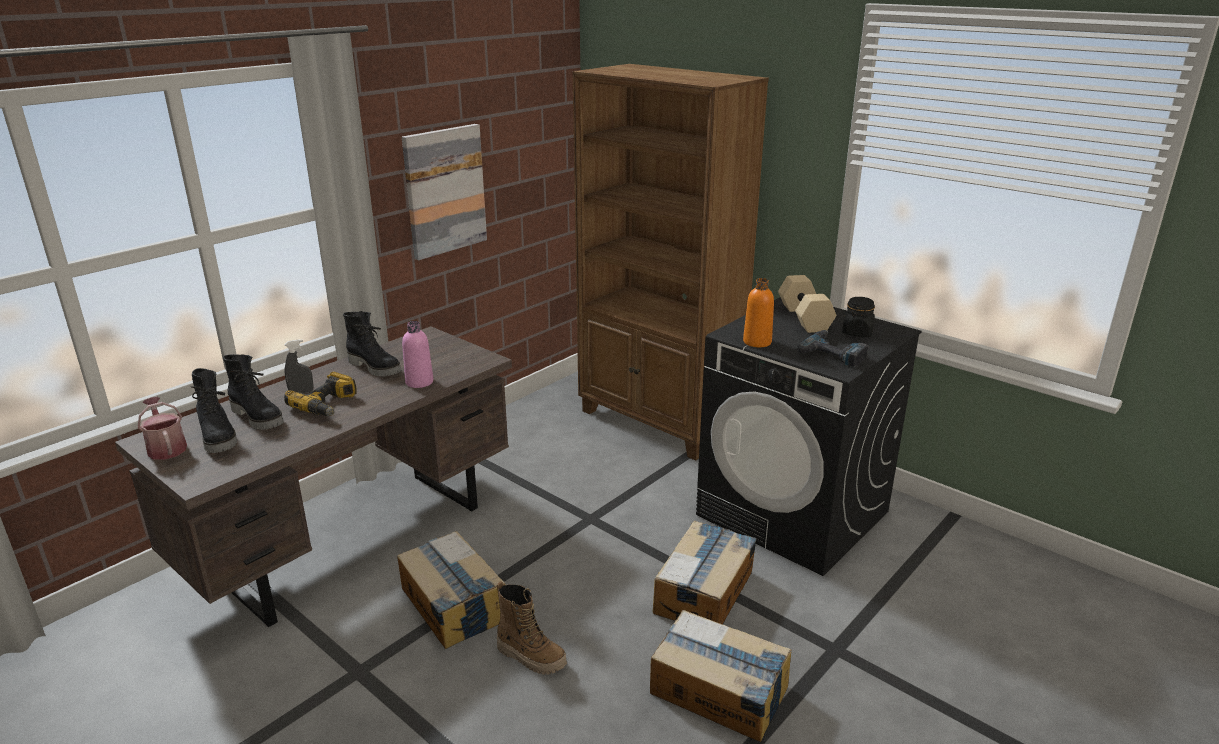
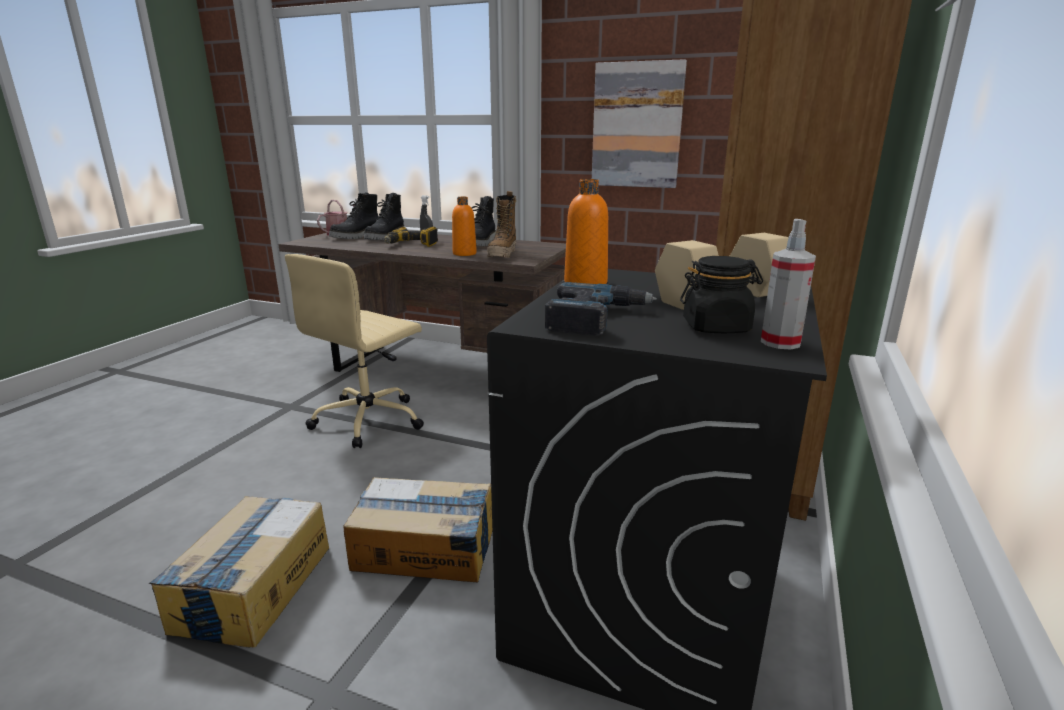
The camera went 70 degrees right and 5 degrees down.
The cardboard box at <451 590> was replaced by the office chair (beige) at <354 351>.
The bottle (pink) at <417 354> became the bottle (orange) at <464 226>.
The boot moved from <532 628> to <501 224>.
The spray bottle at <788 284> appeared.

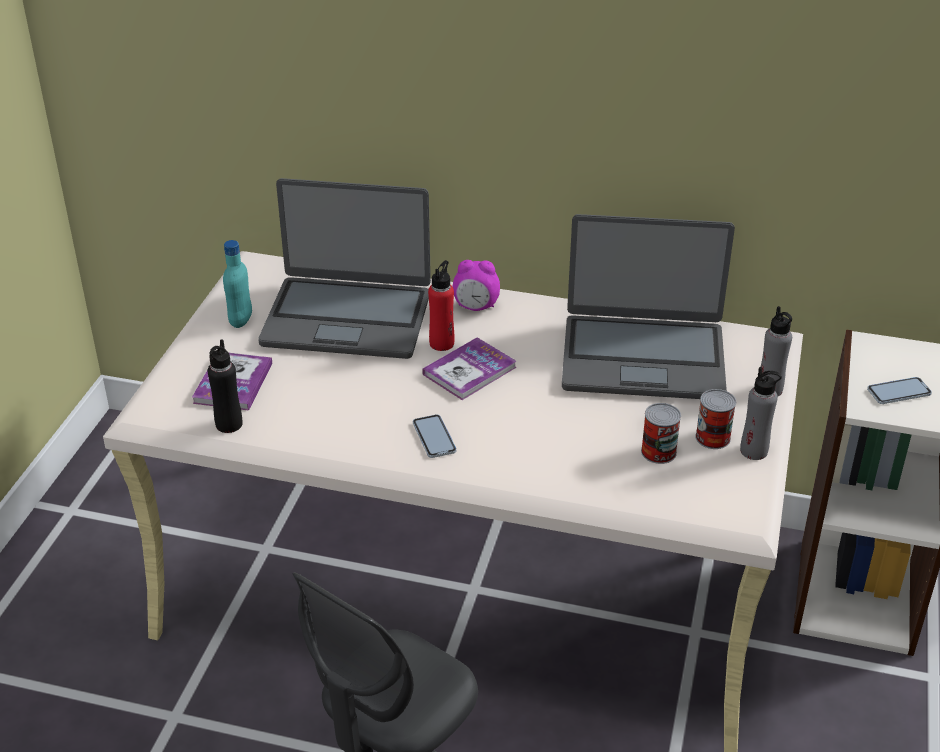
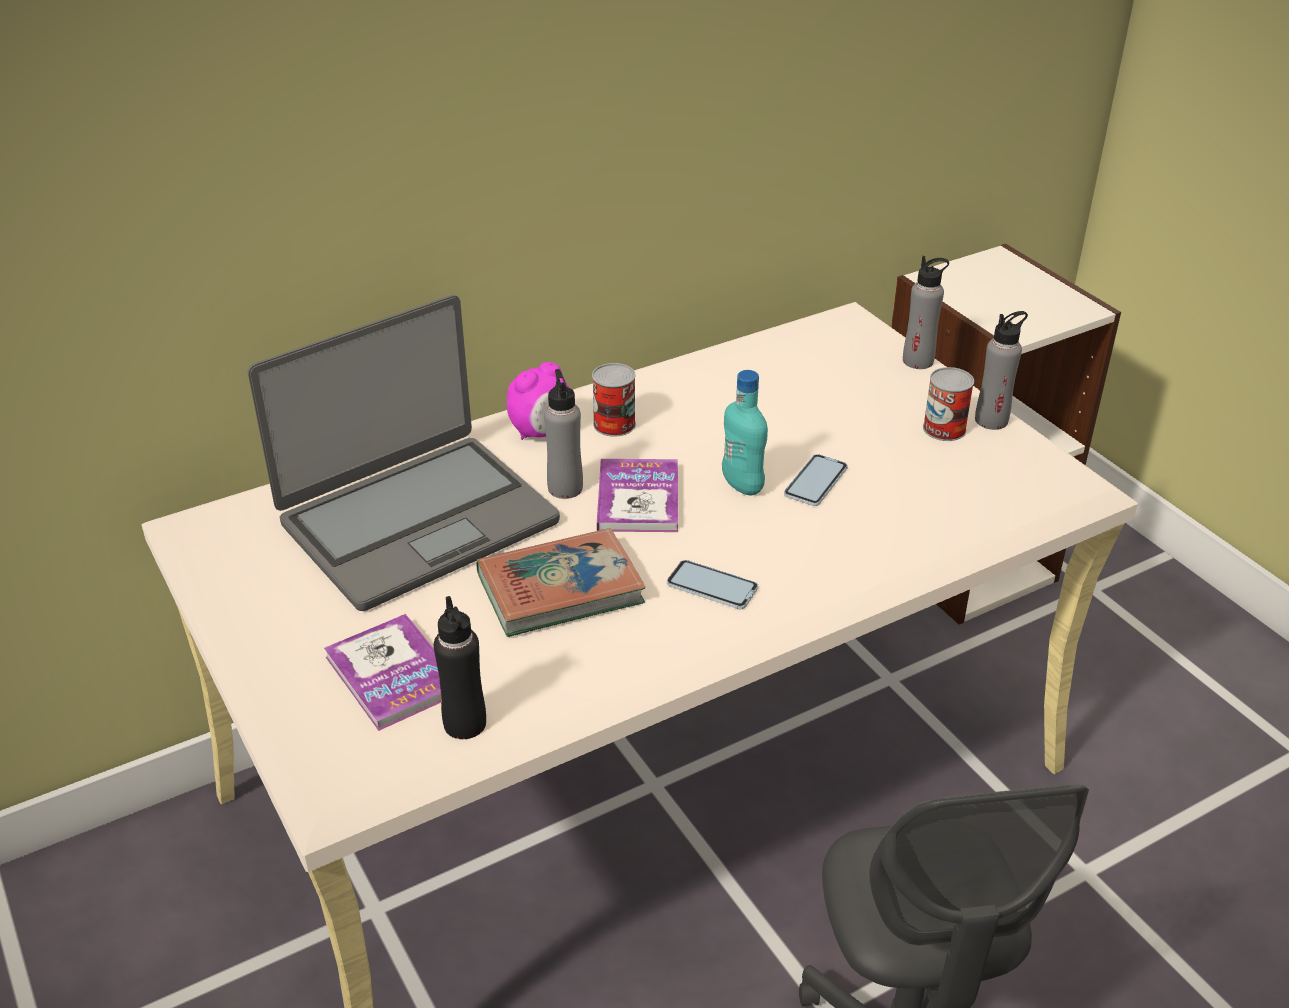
The camera went 45 degrees left and 0 degrees up.
The book at <560 582> appeared.
The bottle (red) at <441 305> became the bottle (grey) at <563 434>.
The can moved from <661 433> to <614 400>.
The bottle (turquoise) moved from <237 284> to <745 433>.
The phone moved from <899 390> to <816 480>.
The laptop at <648 306> disappeared.

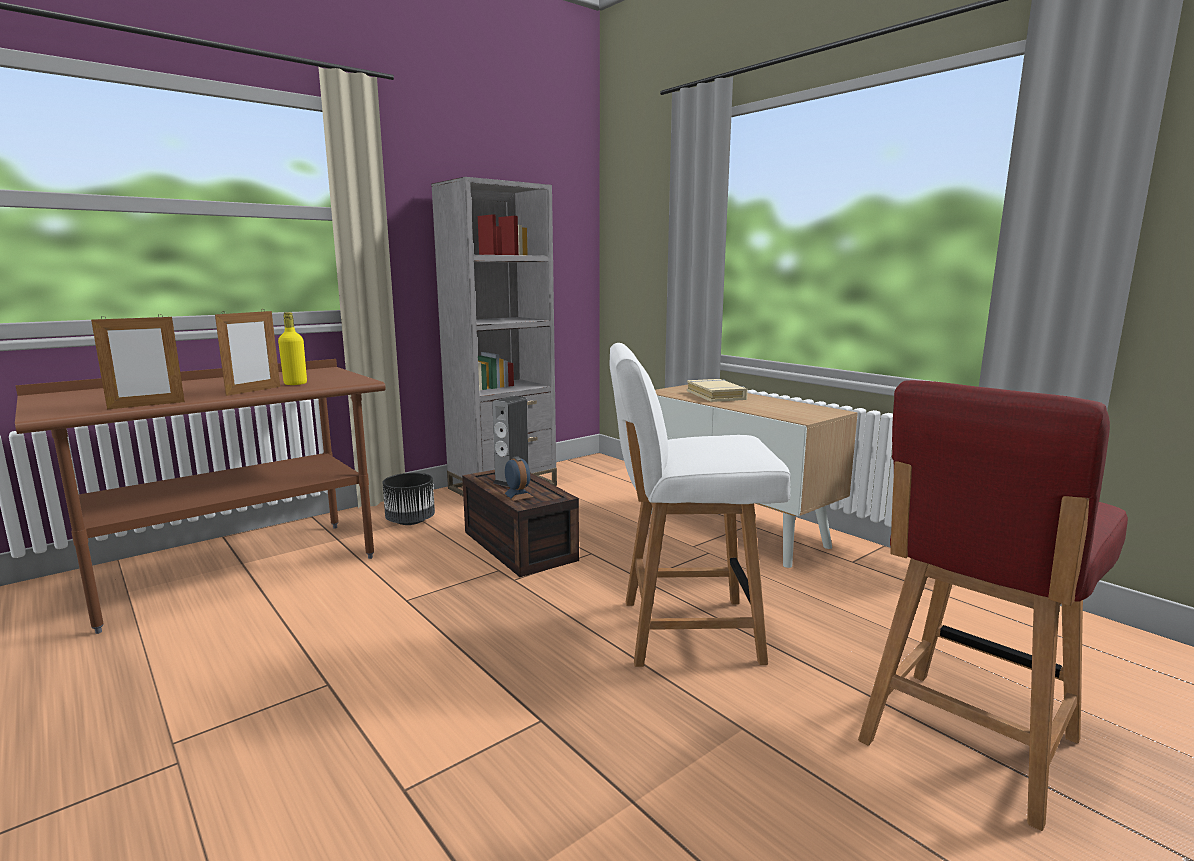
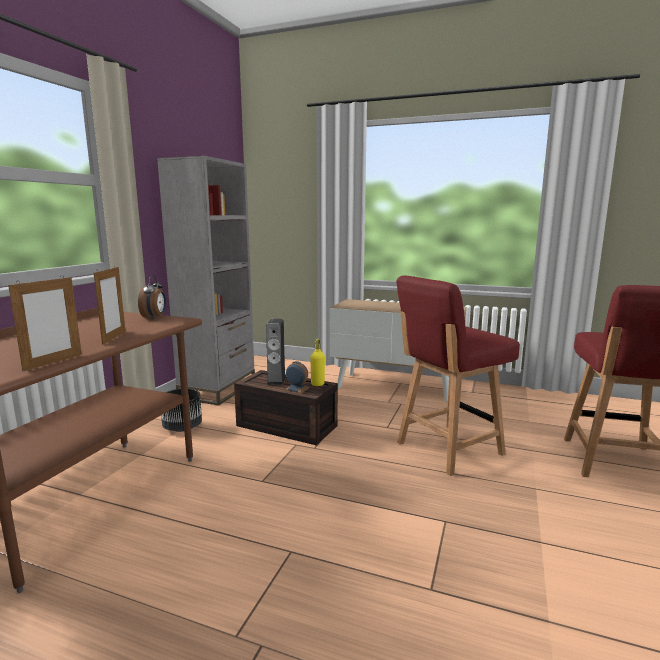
The camera went 30 degrees left and 0 degrees up.
The alarm clock at <152 297> appeared.
The bottle (yellow) moved from <292 348> to <317 362>.
The chair (white) at <700 505> became the chair (red) at <458 376>.
The book (beige) at <717 390> disappeared.

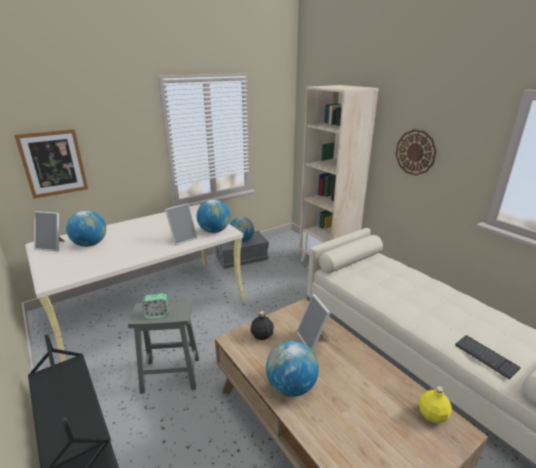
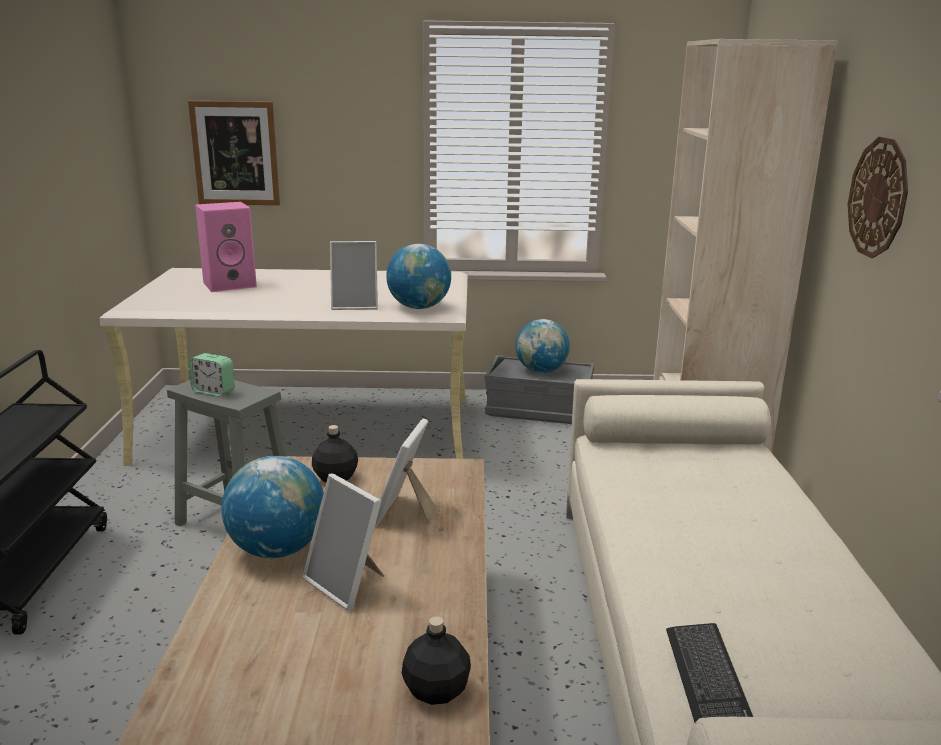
The camera went 35 degrees right and 5 degrees down.
The globe at <86 229> was replaced by the speaker (pink) at <226 247>.
The picture frame moved from <49 231> to <343 542>.
The bottle (yellow) at <435 404> became the bottle (black) at <436 661>.

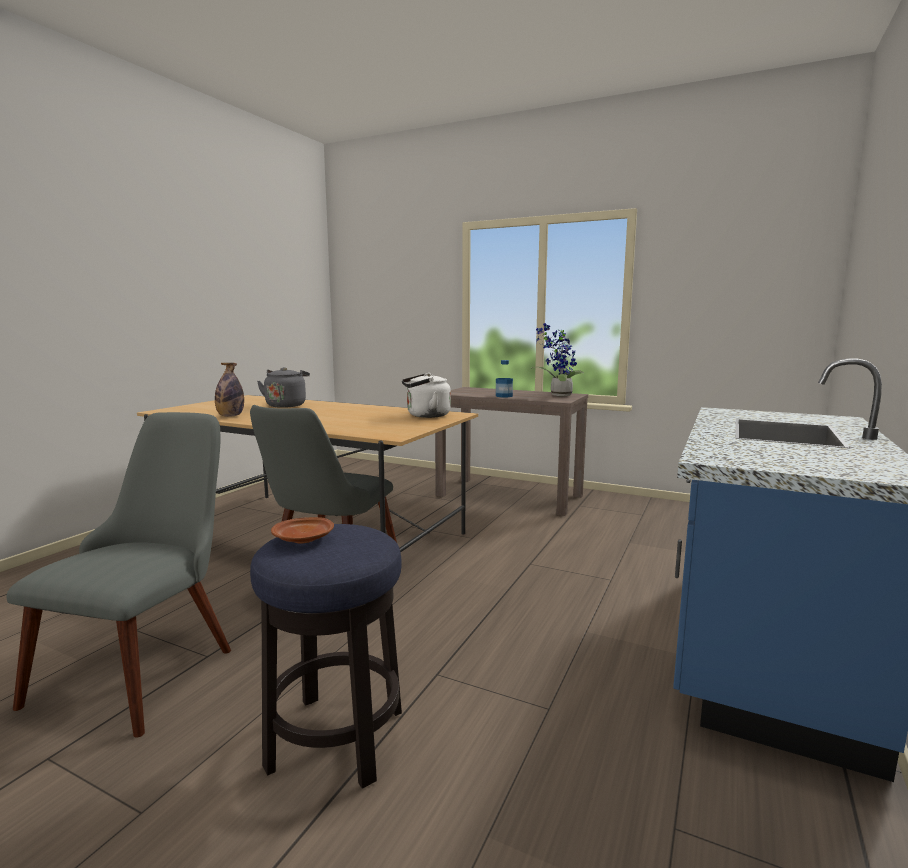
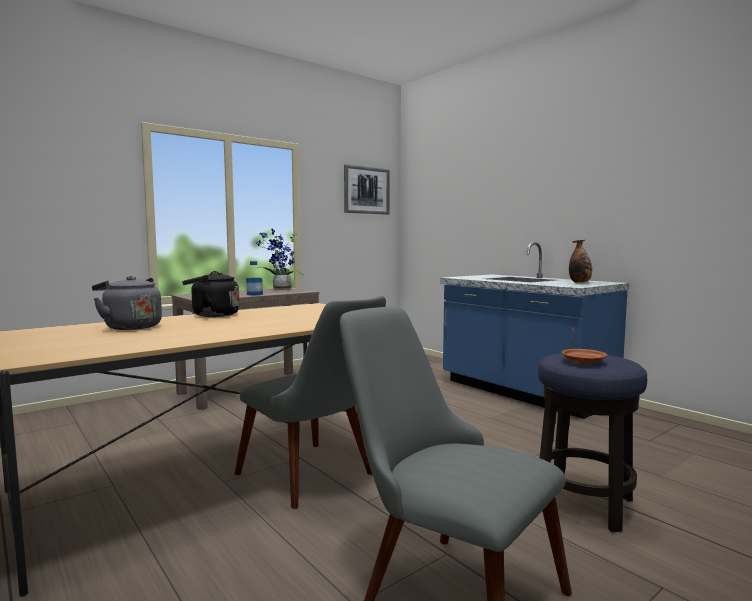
The camera went 65 degrees left and 5 degrees down.
The kettle (black) at <211 294> appeared.
The picture at <367 189> appeared.
The bottle moved from <229 390> to <580 261>.
The kettle (white) at <426 395> disappeared.

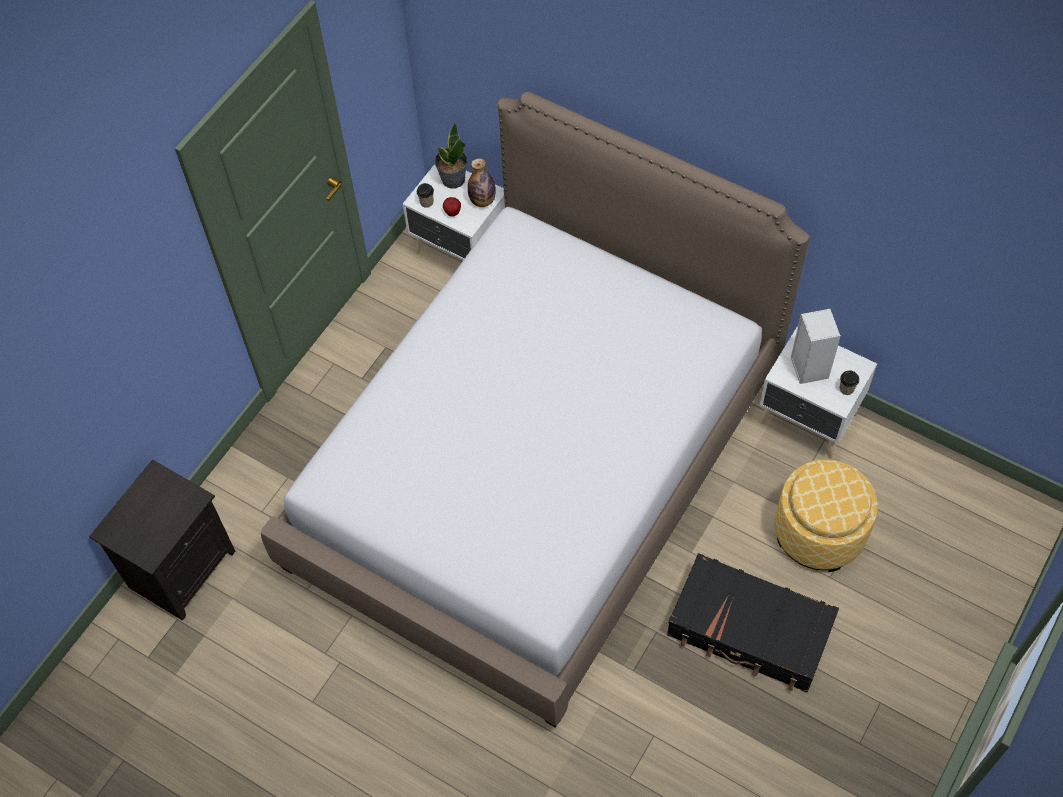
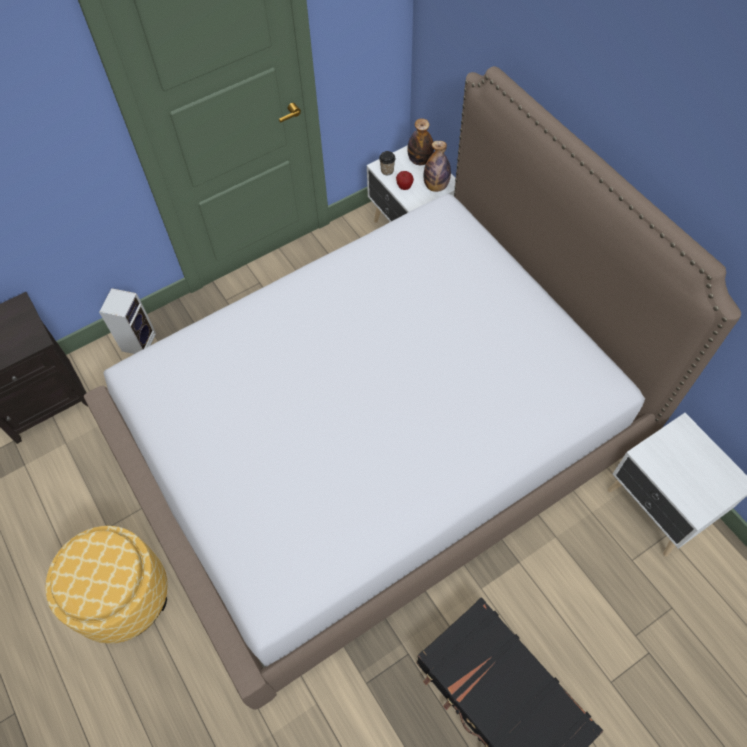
The camera went 25 degrees right and 0 degrees up.
The ottoman moved from <826 516> to <106 585>.
The speaker moved from <816 346> to <127 321>.
The potted plant at <451 156> was replaced by the bottle at <420 141>.
The cup at <849 382> disappeared.

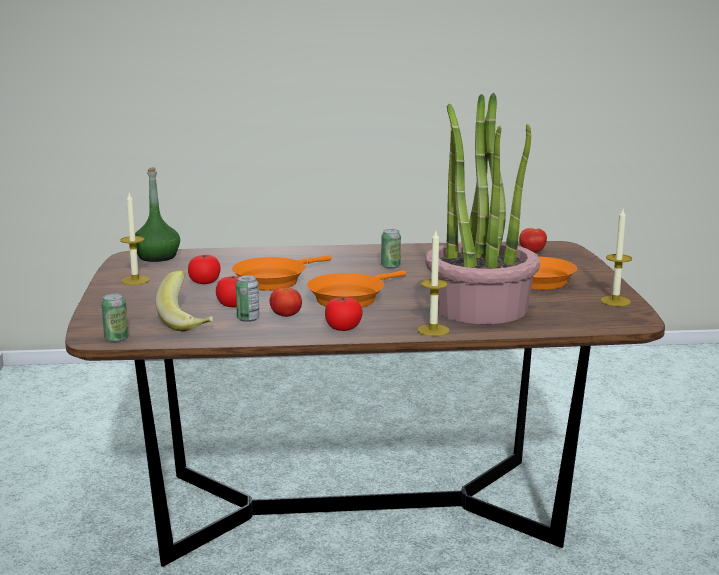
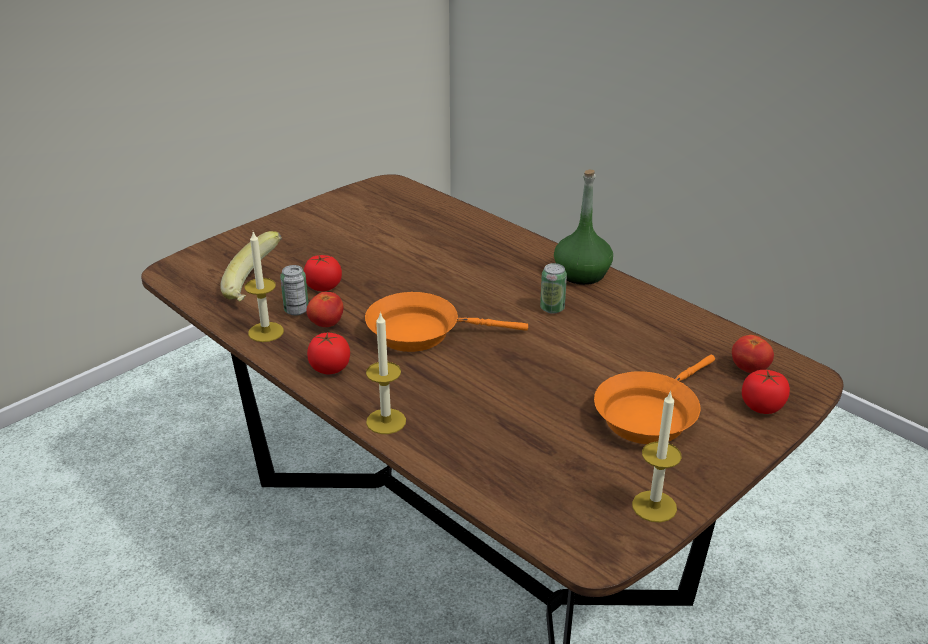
The camera went 50 degrees right and 15 degrees up.
The candle moved from <135 239> to <264 287>.
The bottle (green) moved from <157 214> to <583 227>.
The tomato moved from <204 269> to <766 392>.
The can at <114 317> disappeared.
The frying pan (orange) at <282 273> disappeared.
The potted plant at <482 208> disappeared.

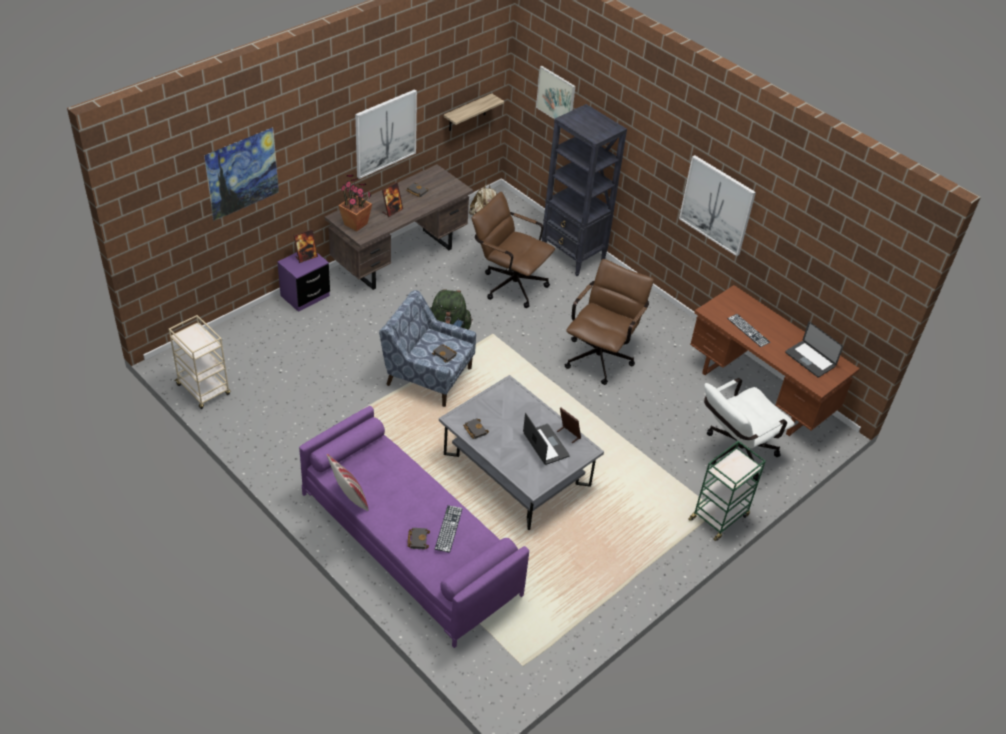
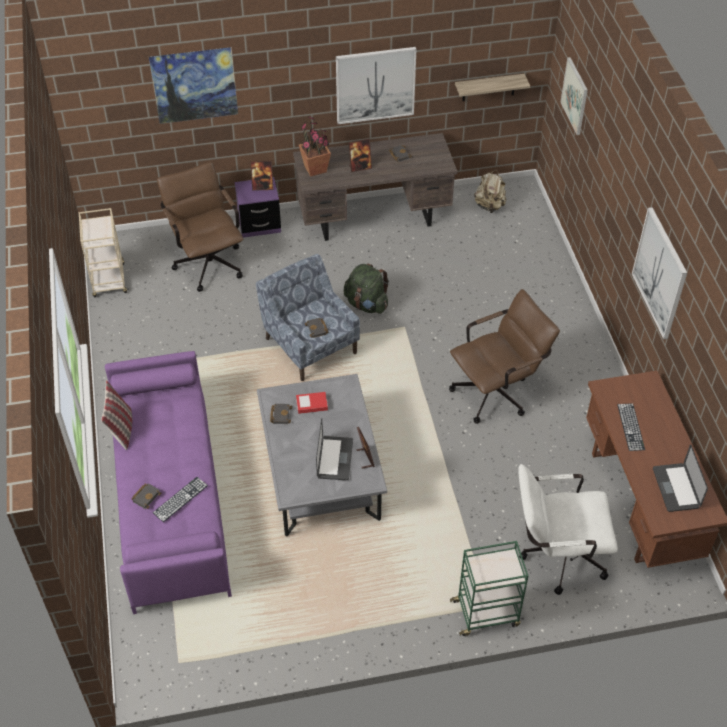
The camera went 35 degrees right and 5 degrees up.
The office chair (brown) moved from <513 250> to <200 227>.
The book at <312 403> appeared.
The bookcase (black) at <584 190> disappeared.

